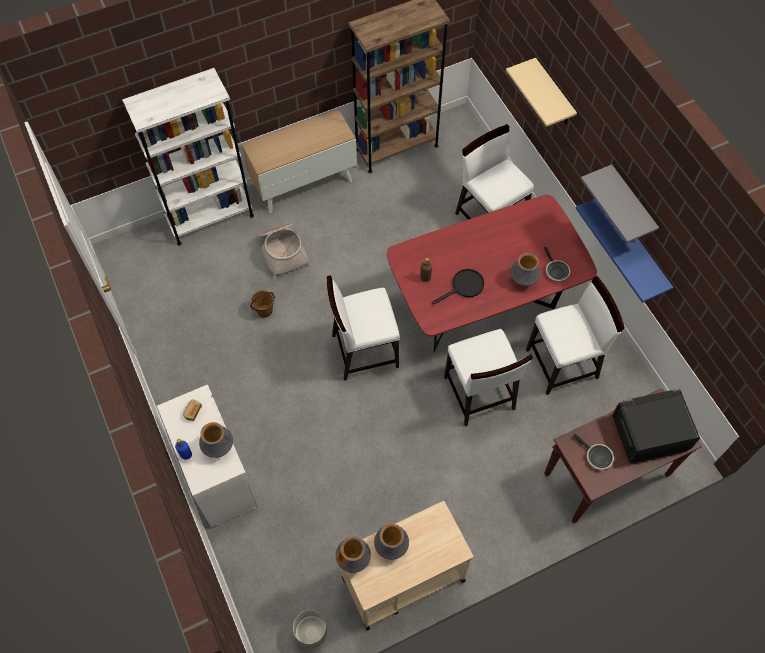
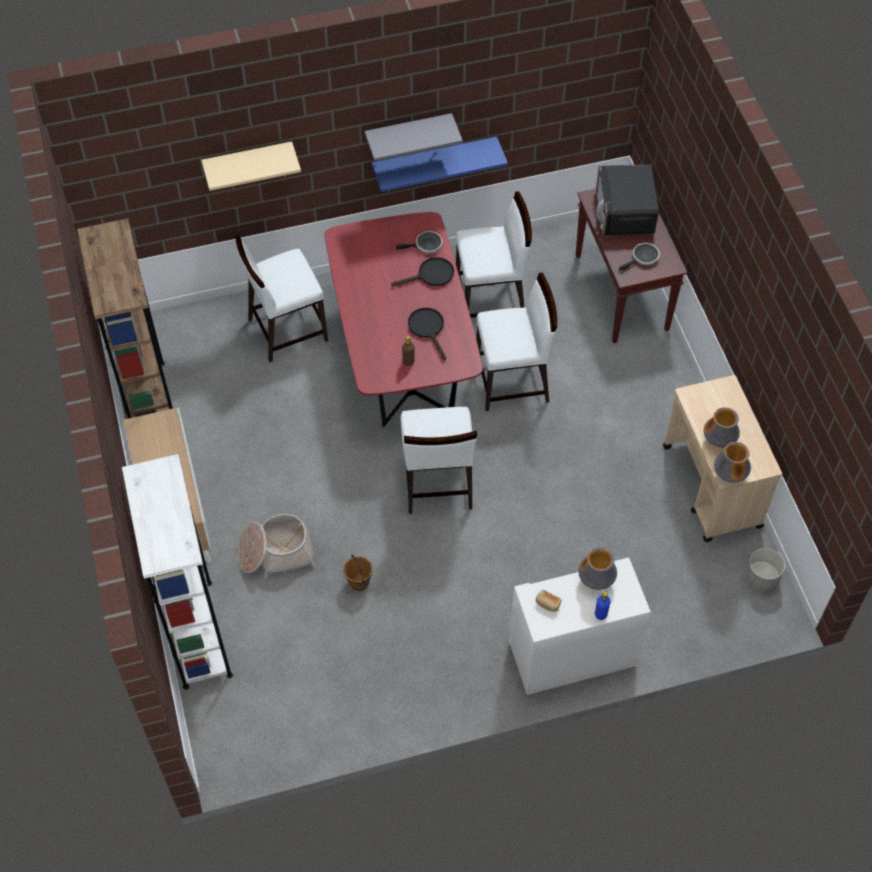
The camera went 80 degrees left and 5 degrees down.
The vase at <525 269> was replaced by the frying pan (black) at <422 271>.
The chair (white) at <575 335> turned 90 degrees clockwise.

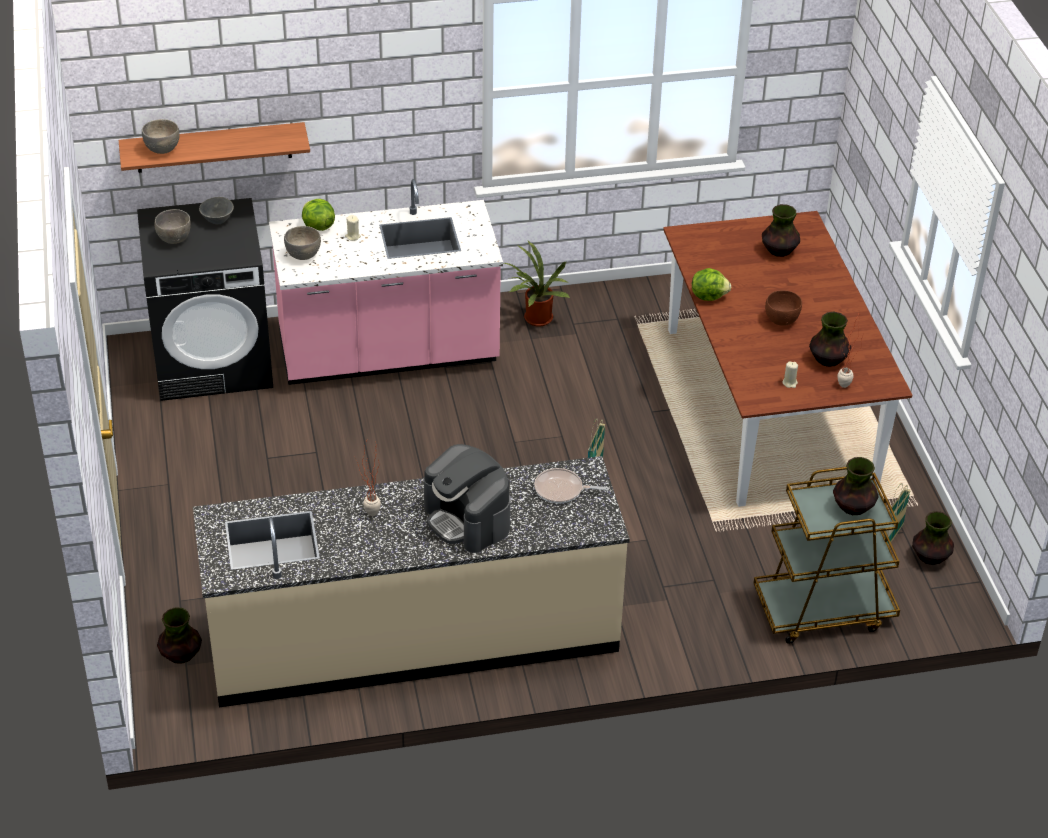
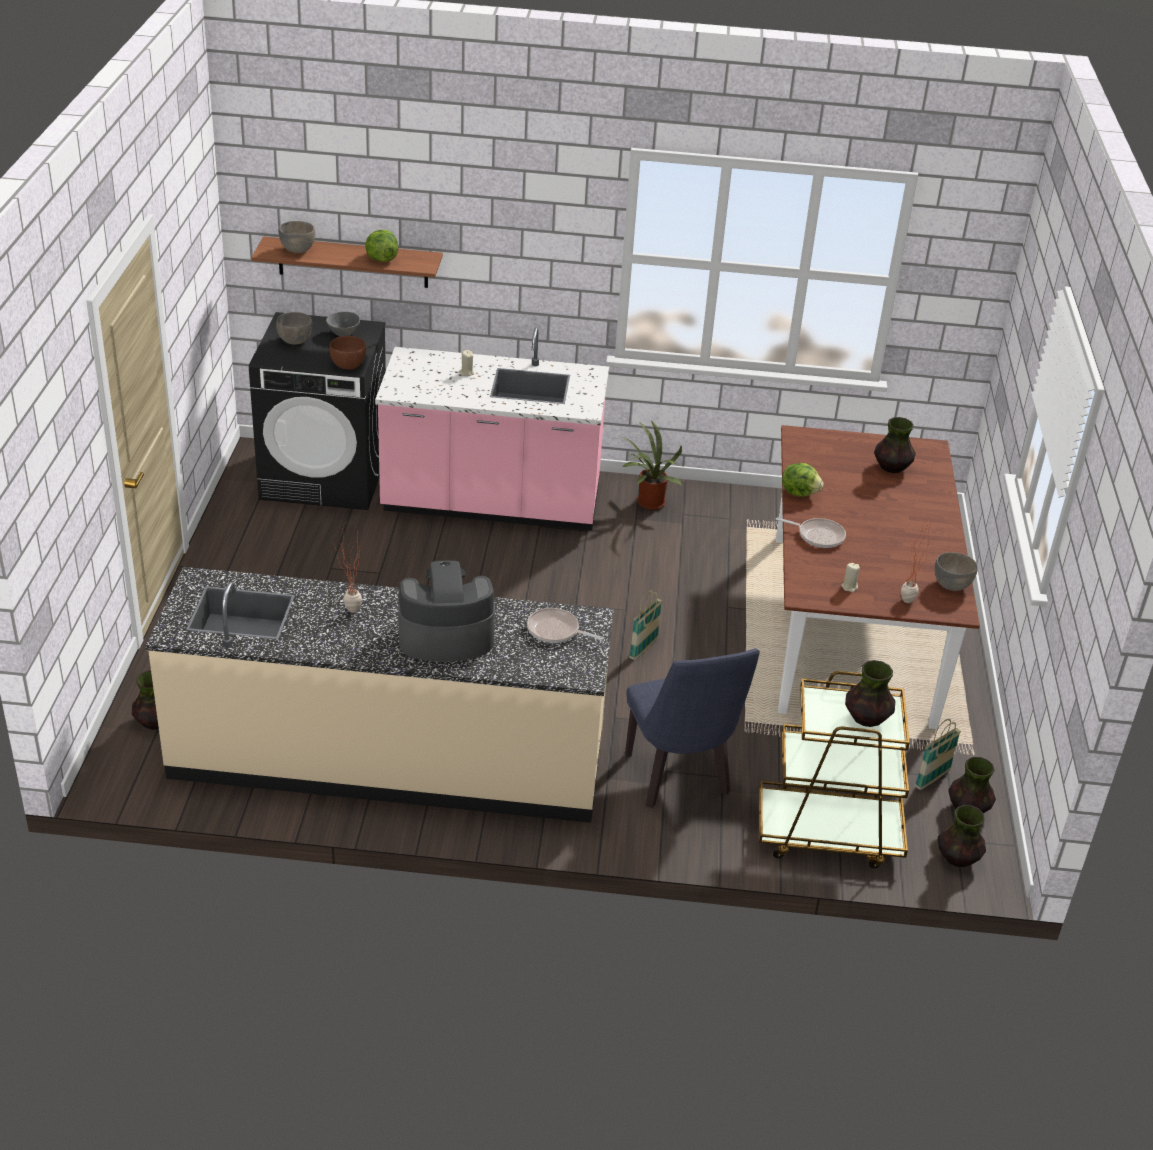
The camera went 15 degrees right and 5 degrees down.
The bowl (brown) moved from <783 308> to <347 352>.
The lettuce moved from <318 215> to <381 246>.
The coffee machine at <467 498> turned 105 degrees clockwise.
The chair (blue) at <692 728> appeared.
The frying pan at <811 532> appeared.
The bowl (grey) moved from <302 243> to <956 571>.
The vase moved from <830 339> to <962 836>.

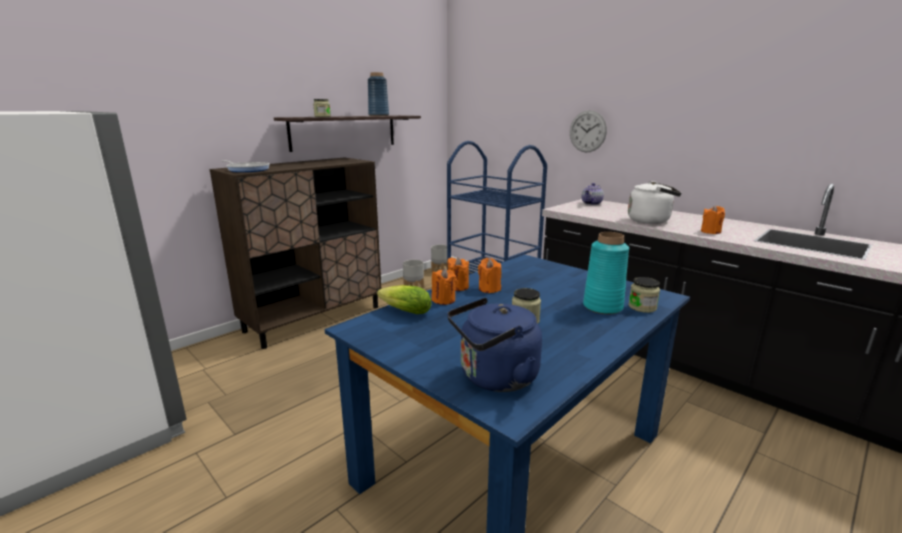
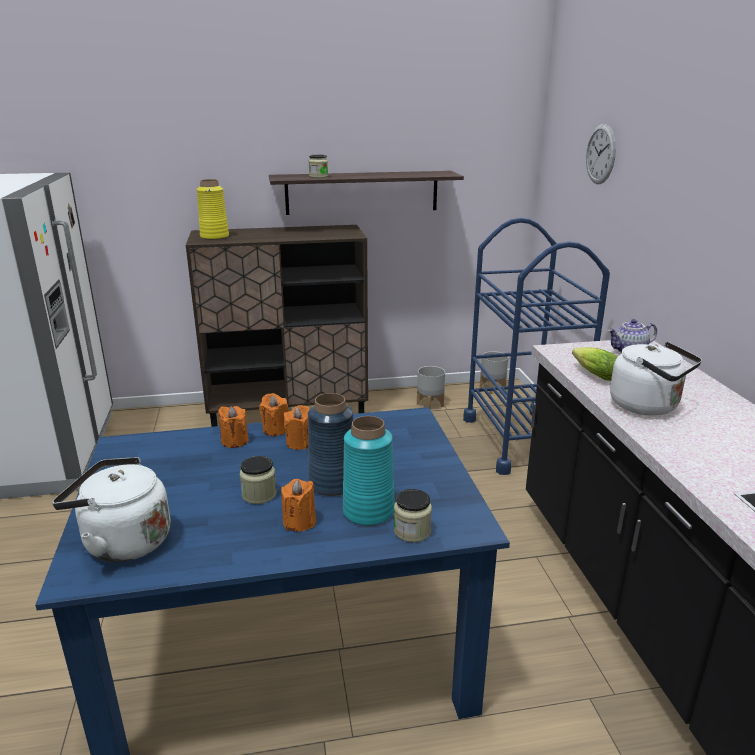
The camera went 35 degrees right and 5 degrees up.
The kettle (blue) at <494 345> became the kettle (white) at <111 509>.
The frying pan at <245 166> was replaced by the vase (yellow) at <213 209>.
The candle (orange) moved from <713 219> to <298 505>.
The vase (blue) moved from <378 94> to <330 444>.
The lettuce moved from <404 299> to <594 364>.
The wall clock moved from <588 131> to <601 154>.

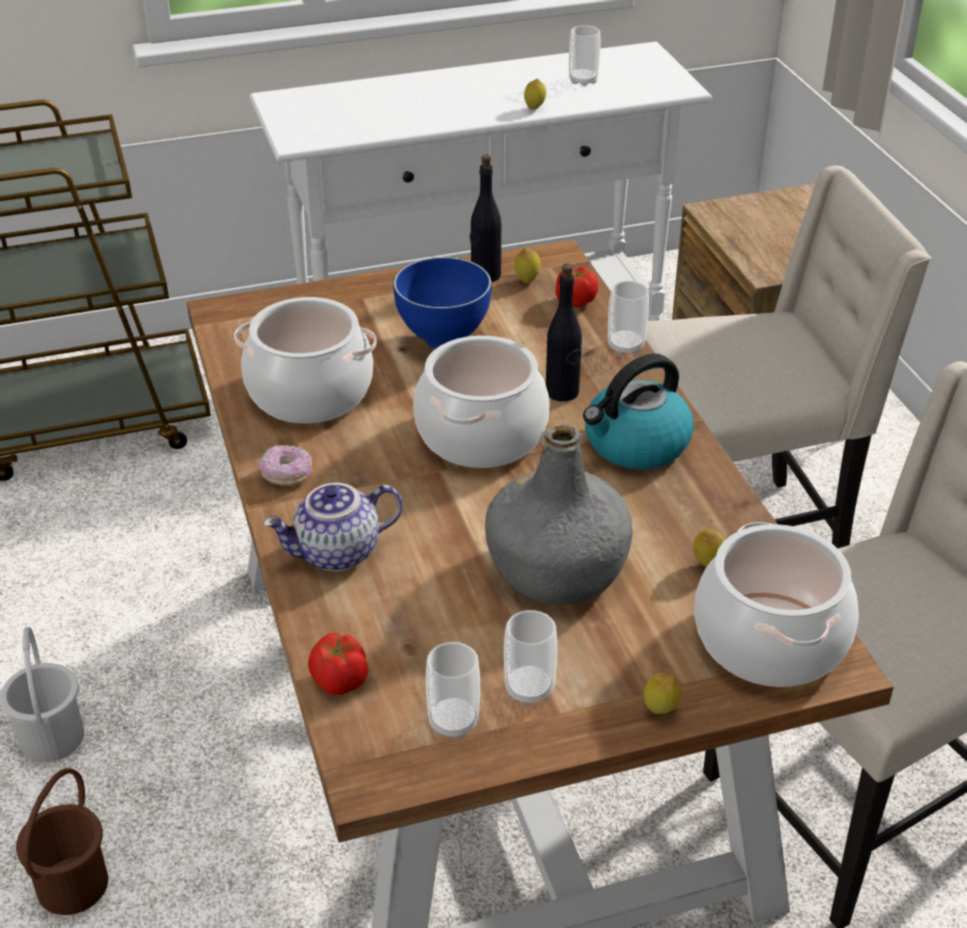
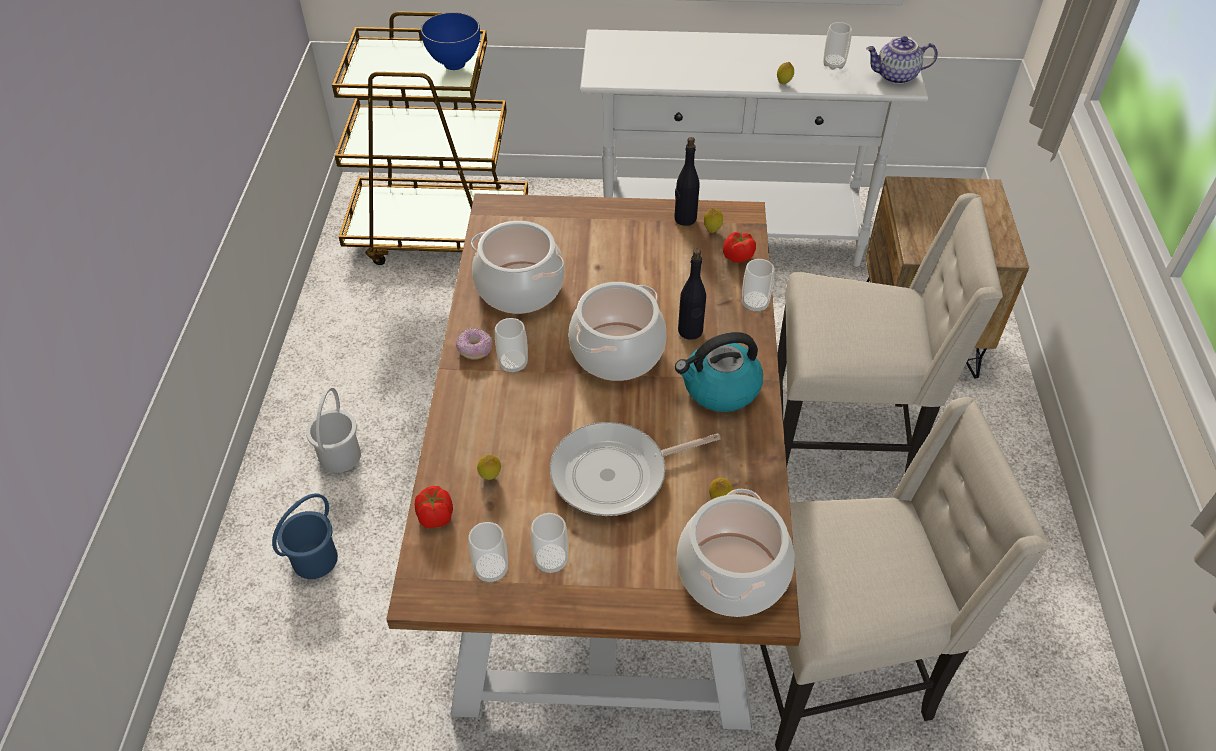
The camera went 20 degrees right and 10 degrees up.
The bucket (brown) at <62 841> became the bucket (blue) at <305 536>.
The bowl (blue) moved from <442 303> to <450 41>.
The lemon moved from <662 693> to <489 467>.
The cup at <511 346> appeared.
The bottle (grey) at <559 514> was replaced by the frying pan at <635 469>.
The teapot moved from <333 527> to <902 60>.

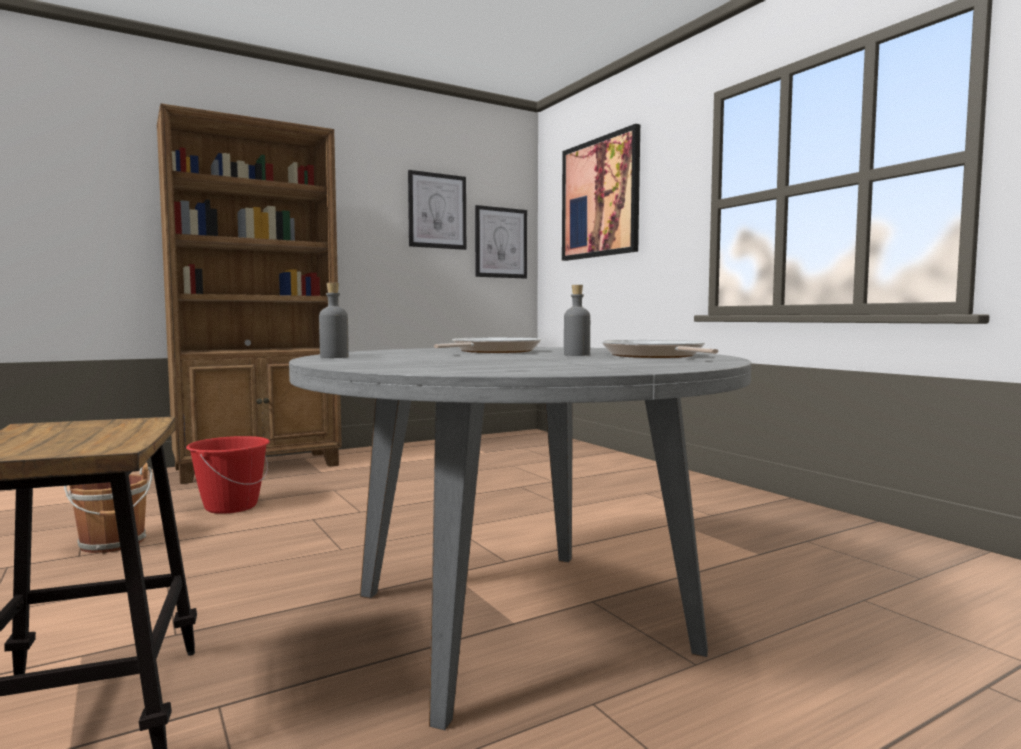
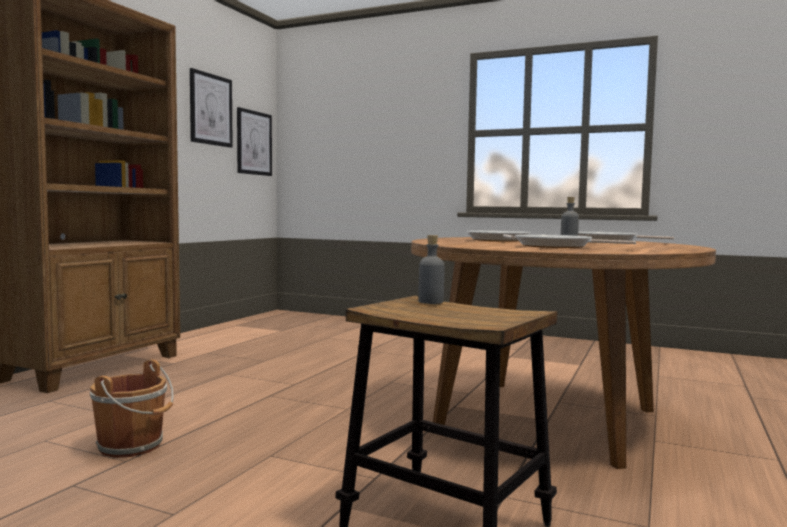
The camera went 35 degrees left and 0 degrees up.
The dining table (grey) at <520 538> became the dining table (brown) at <563 353>.
The bottle (grey) moved from <334 320> to <431 269>.
The frying pan at <576 241> appeared.
The bucket (red) at <228 475> disappeared.
The picture at <601 192> disappeared.

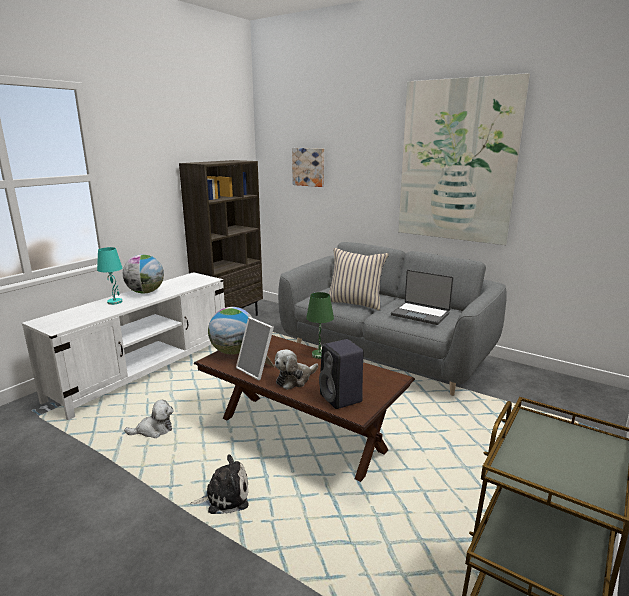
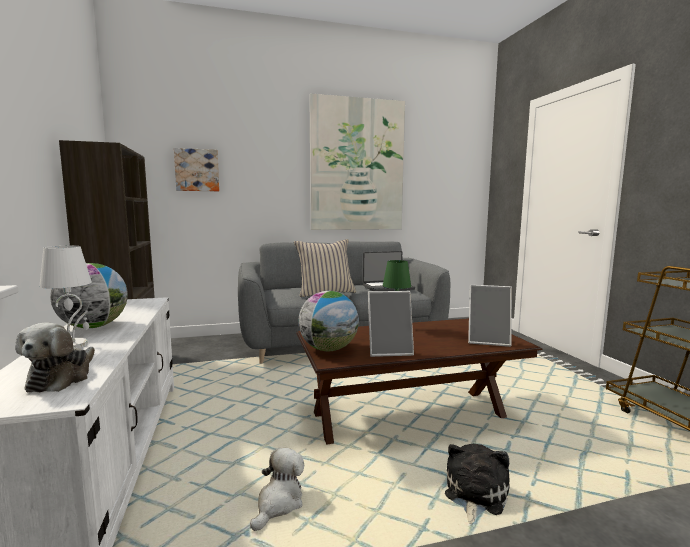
The camera went 50 degrees left and 10 degrees down.
The plush toy moved from <296 369> to <55 357>.
The table lamp (turquoise) at <110 276> became the table lamp (white) at <65 297>.
The speaker (black) at <341 374> was replaced by the picture frame at <490 316>.

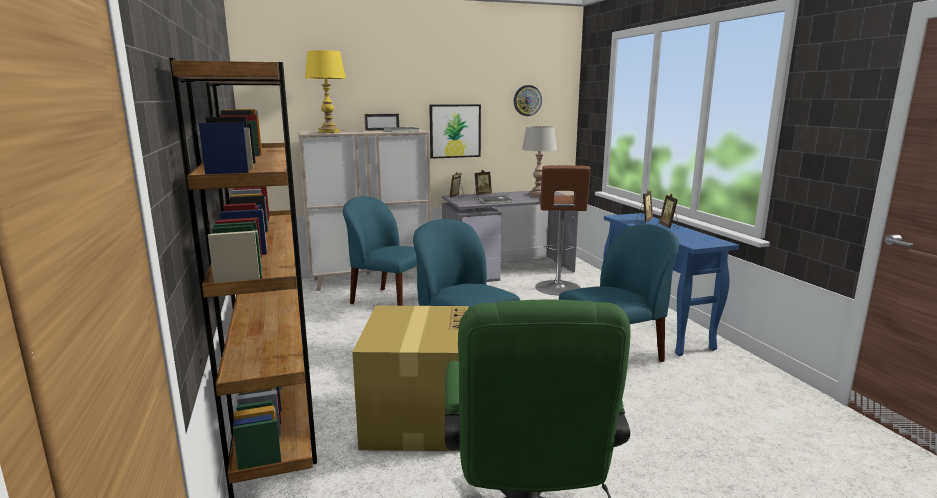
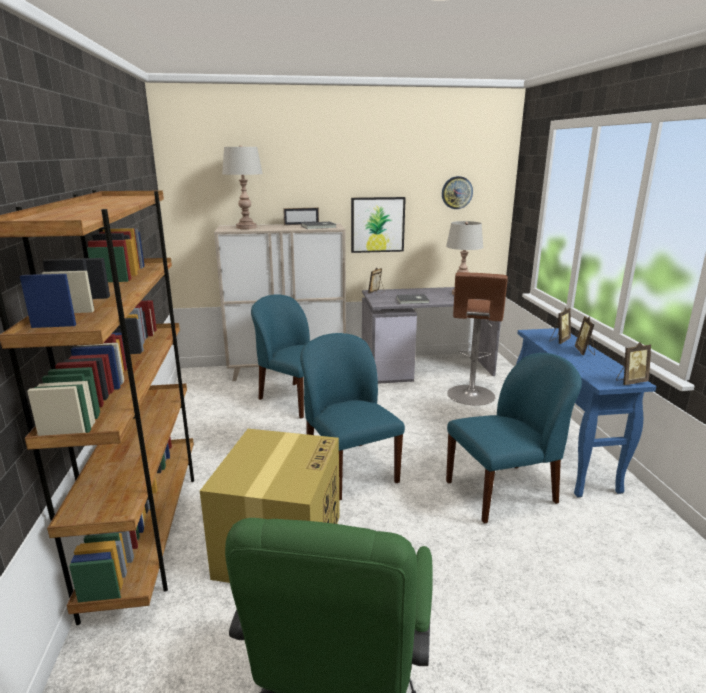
The camera went 10 degrees right and 5 degrees up.
The table lamp (yellow) at <325 91> became the table lamp (grey) at <242 187>.
The picture frame moved from <483 182> to <633 363>.

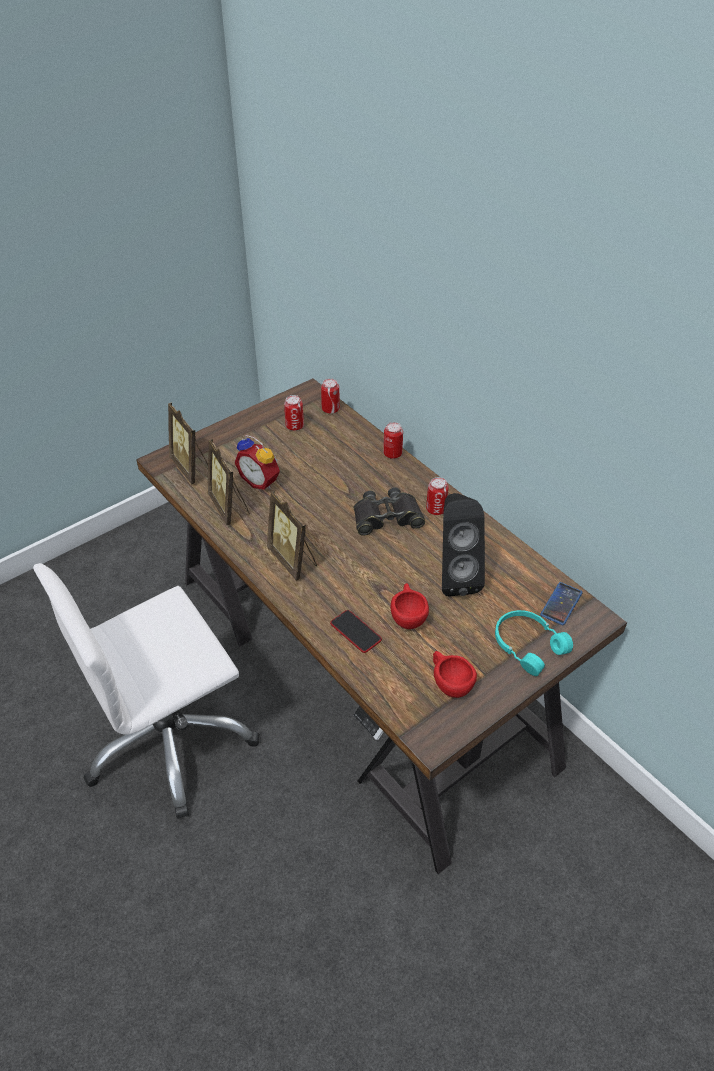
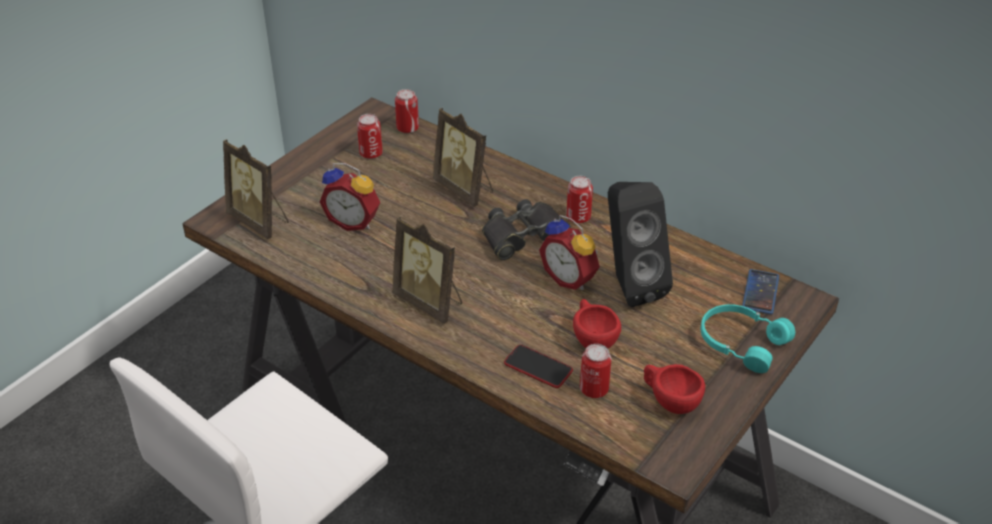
The camera went 15 degrees left and 5 degrees down.
The picture frame moved from <228 482> to <463 157>.
The alarm clock at <569 252> appeared.
The can moved from <393 440> to <596 371>.

